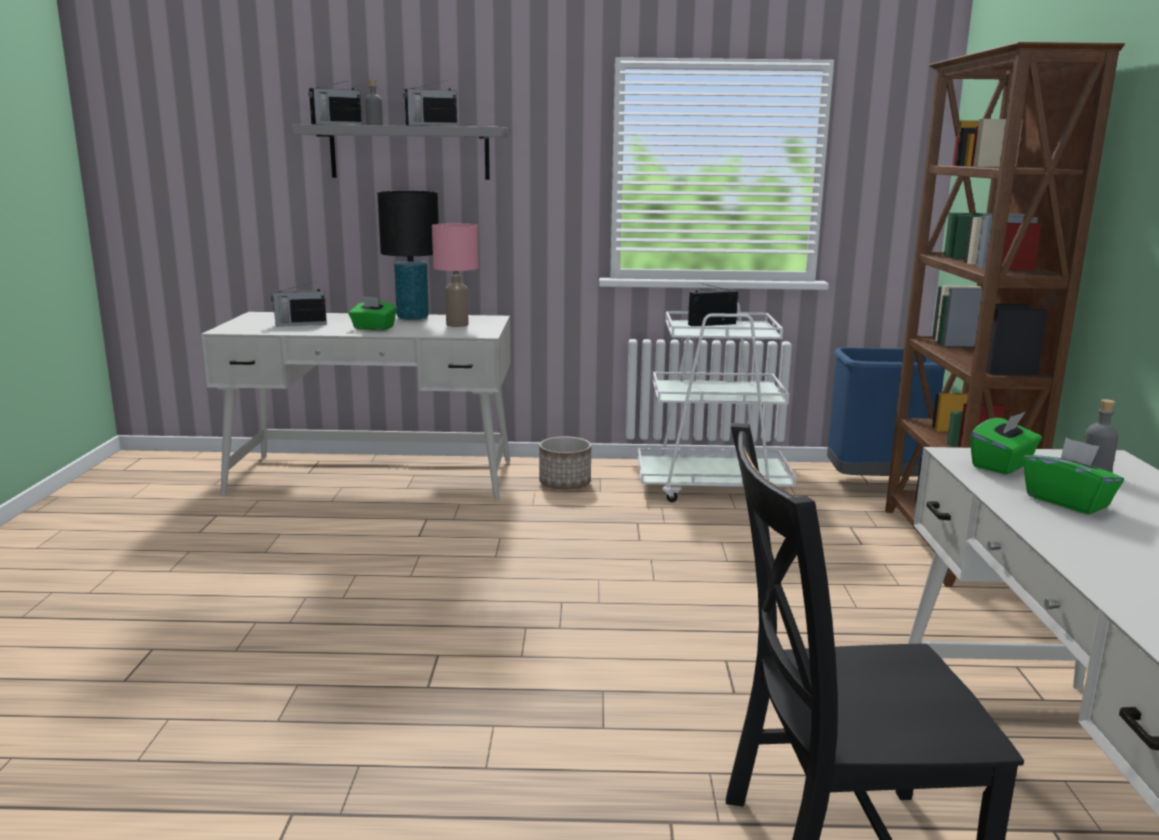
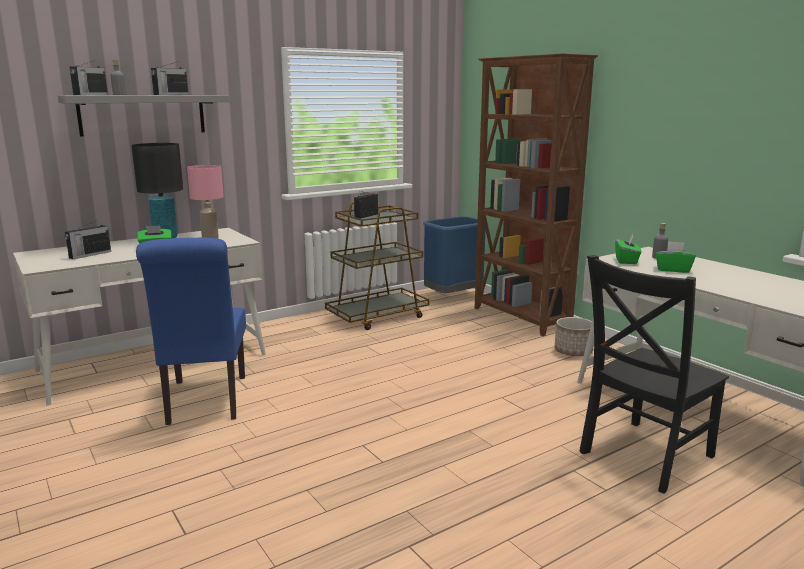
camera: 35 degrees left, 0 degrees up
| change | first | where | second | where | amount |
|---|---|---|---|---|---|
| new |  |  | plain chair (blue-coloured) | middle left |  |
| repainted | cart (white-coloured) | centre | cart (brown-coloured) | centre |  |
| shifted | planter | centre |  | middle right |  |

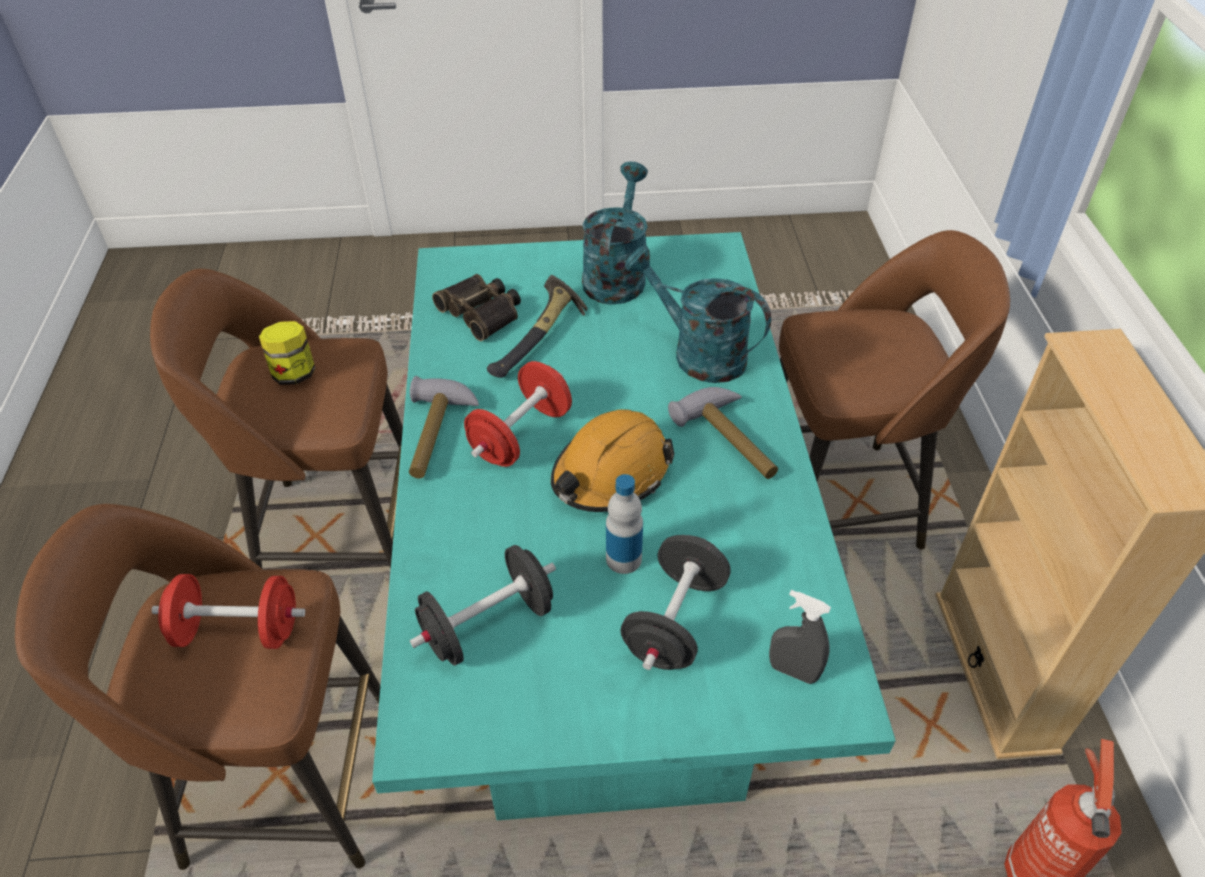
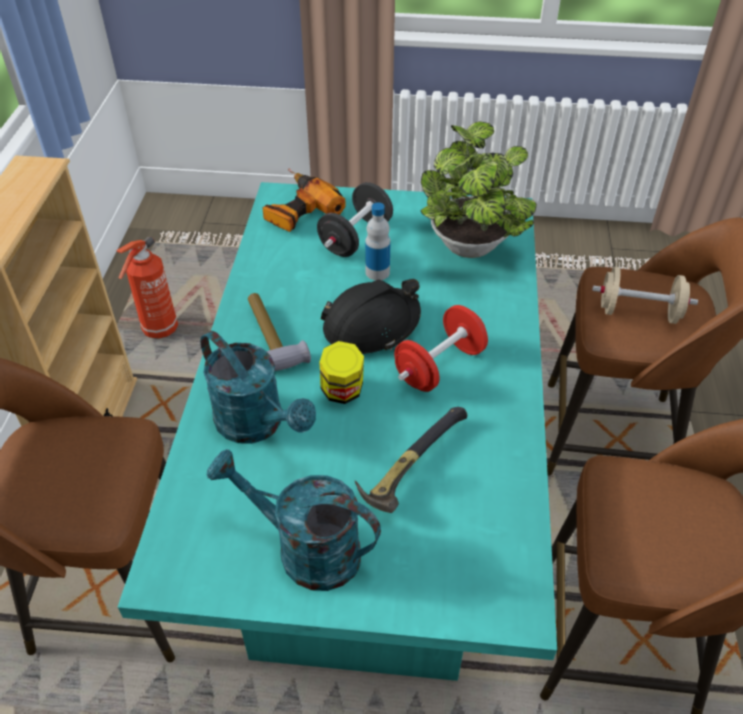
camera: 170 degrees left, 0 degrees up
| change | first | where | second | where | amount |
|---|---|---|---|---|---|
| rotated | watering pot (turquoise-coloured) (no. 1 from left in the first image) | top centre | watering pot (turquoise-coloured) (no. 2 from left) | bottom centre | 90 degrees clockwise |
| swapped | hand sprayer (gray) | bottom centre | power drill | top centre |  |
| shifted | preserve jar | middle left |  | centre |  |
| repainted | work helmet (orange-coloured) | centre | work helmet (blackish) | centre |  |
| swapped | free weight (blackish) (no. 1 from left) | bottom centre | plant in a pot | top centre |  |
| repainted | free weight (reddish) (no. 1 from left) | bottom left | free weight (sand-coloured) | middle right |  |
| gone | hammer (no. 1 from left) | centre |  |  |  |
| gone | pair of binoculars | centre |  |  |  |

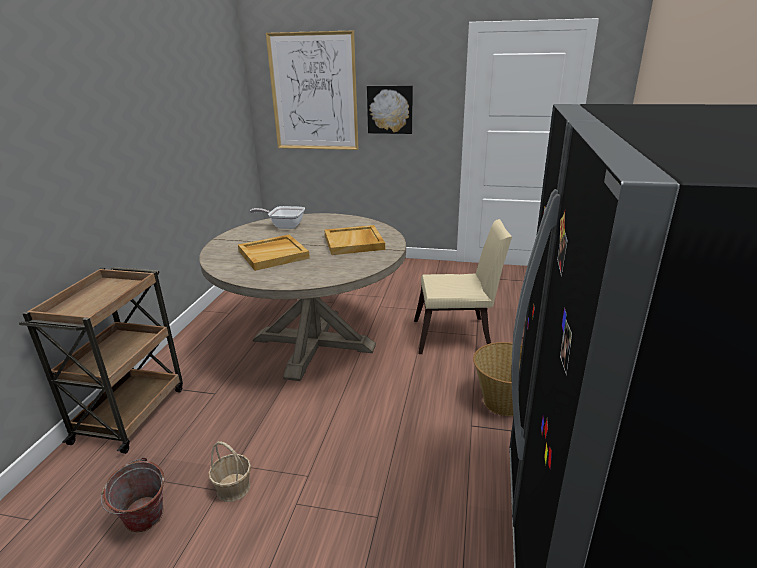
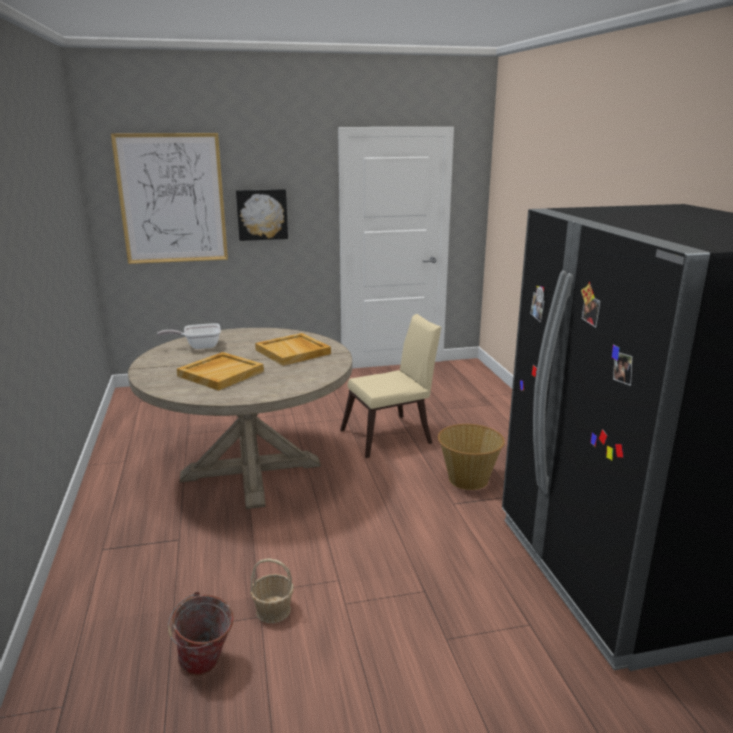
camera: 25 degrees left, 5 degrees down
| change | first | where | second | where | amount |
|---|---|---|---|---|---|
| gone | cart (brown-coloured) | middle left |  |  |  |

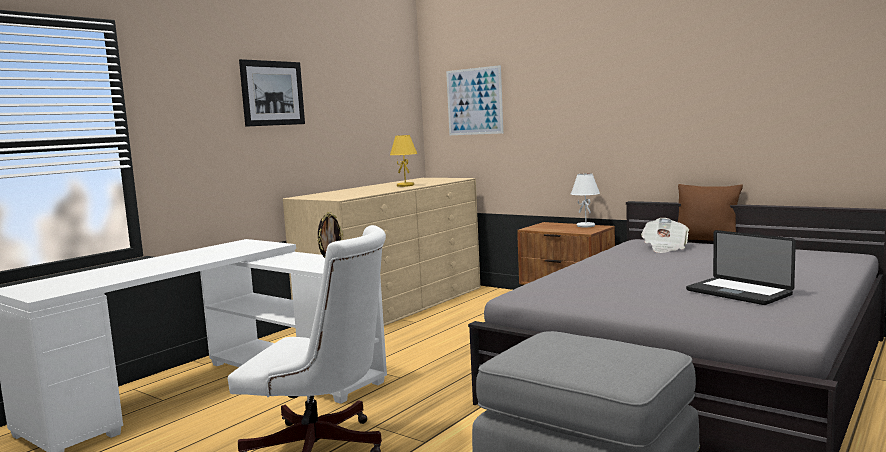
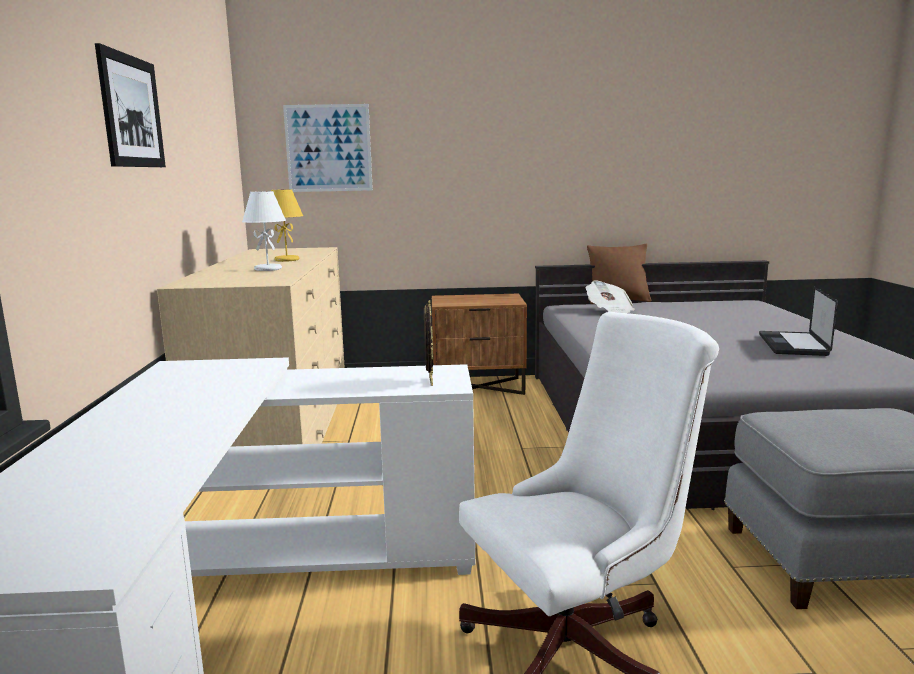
camera: 40 degrees left, 5 degrees up
| change | first | where | second | where | amount |
|---|---|---|---|---|---|
| shifted | table lamp (white-coloured) | centre |  | middle left |  |
| rotated | portable computer | middle right |  | middle right | 90 degrees clockwise |

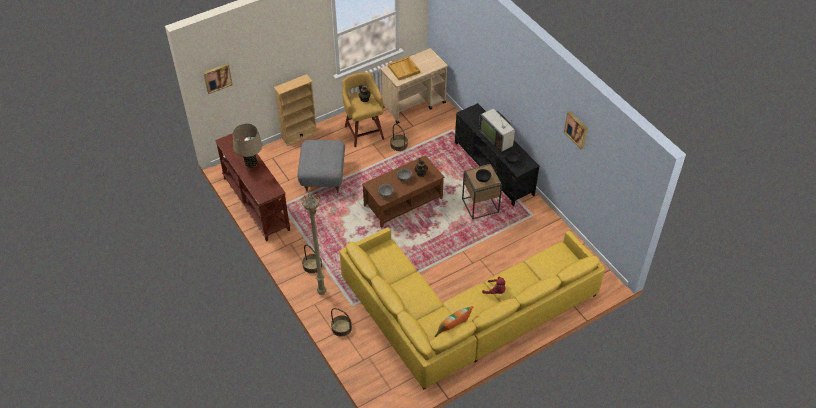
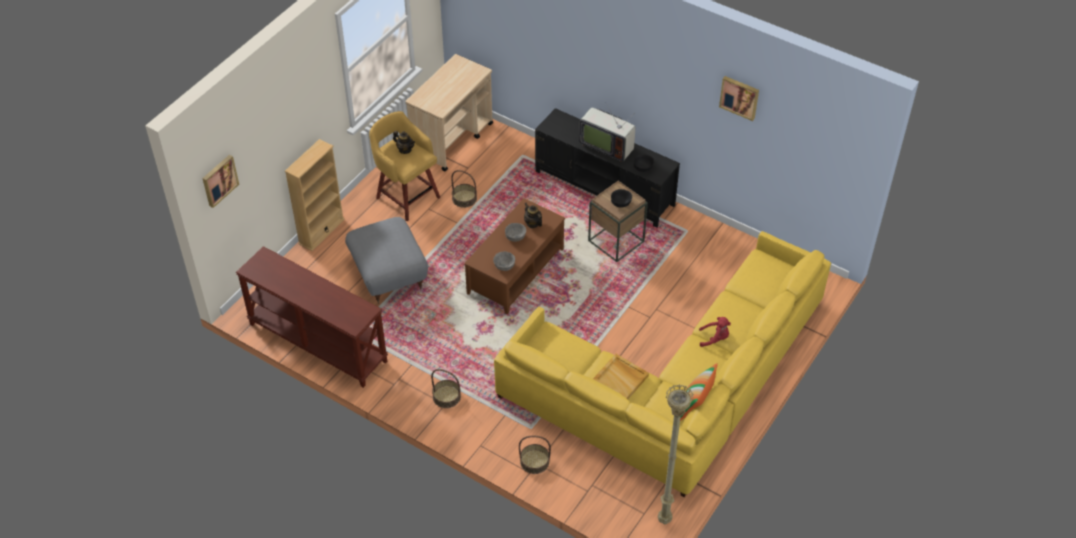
camera: 25 degrees left, 0 degrees up
| change | first | where | second | where | amount |
|---|---|---|---|---|---|
| shifted | serving tray (sand-coloured) | top centre |  | bottom centre |  |
| shifted | floor lamp (sand-coloured) | centre |  | bottom centre |  |
| gone | table lamp (sand-coloured) | middle left |  |  |  |

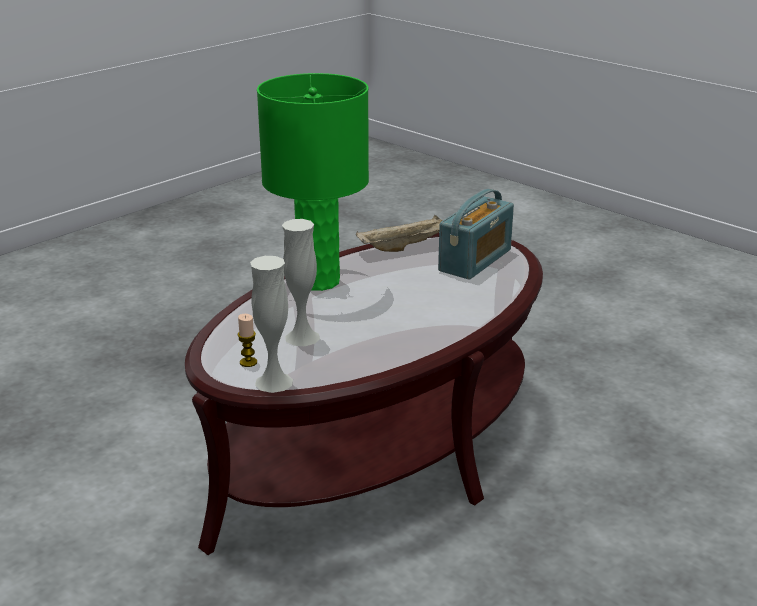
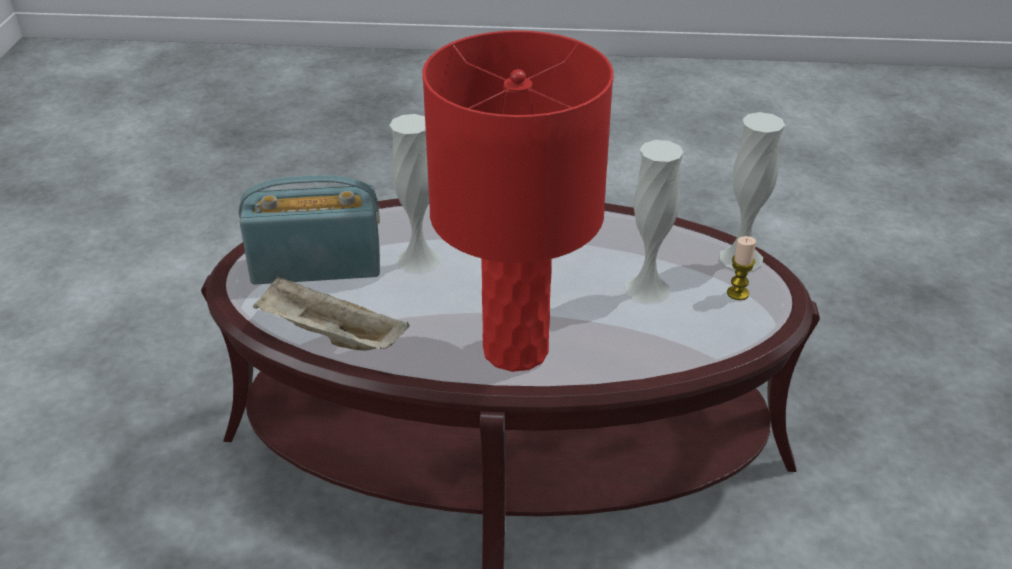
camera: 130 degrees left, 10 degrees up
| change | first | where | second | where | amount |
|---|---|---|---|---|---|
| new |  |  | flower vase (white-coloured) (no. 1 from left) | centre |  |
| repainted | table lamp (green-coloured) | top centre | table lamp (reddish) | centre |  |

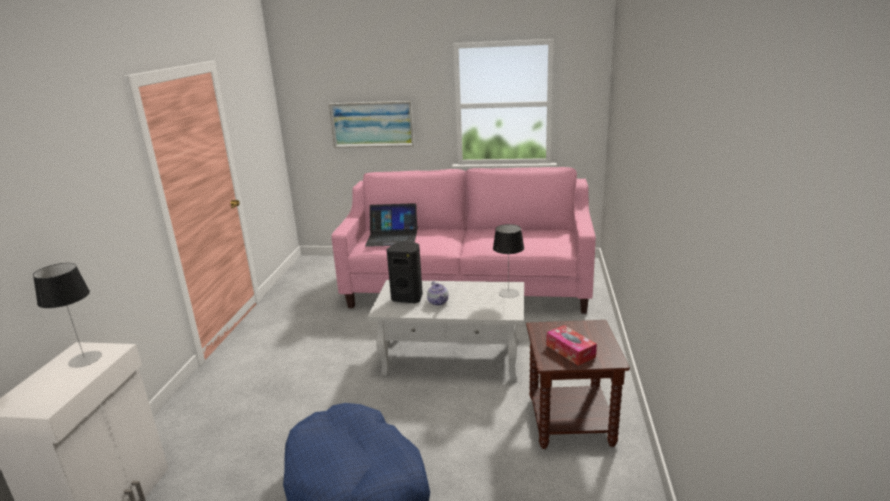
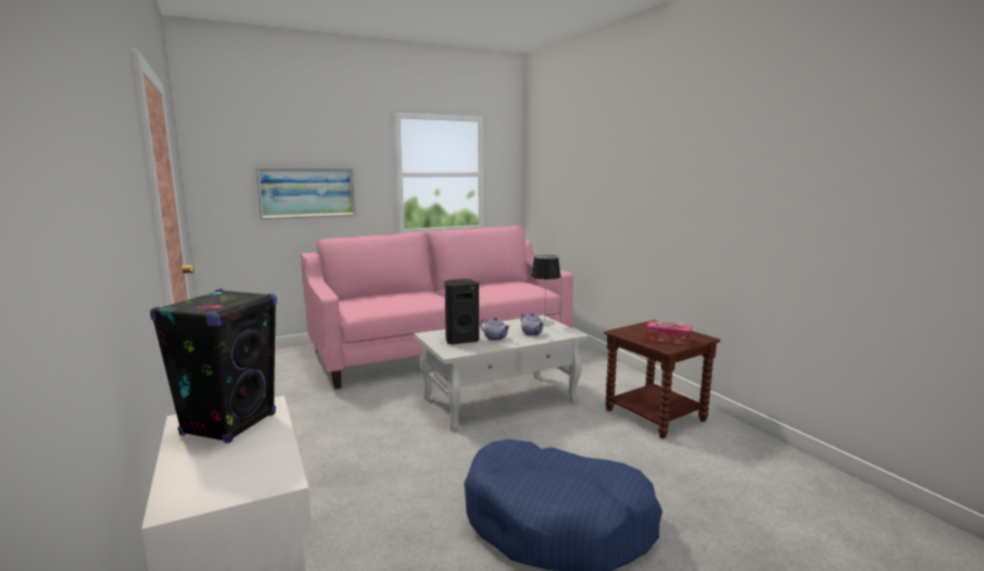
camera: 35 degrees left, 10 degrees down
| change | first | where | second | where | amount |
|---|---|---|---|---|---|
| swapped | table lamp (no. 1 from left) | middle left | loudspeaker (blackish) (no. 1 from left) | middle left |  |
| new |  |  | pot for tea (no. 2 from left) | centre |  |
| gone | portable computer | centre |  |  |  |

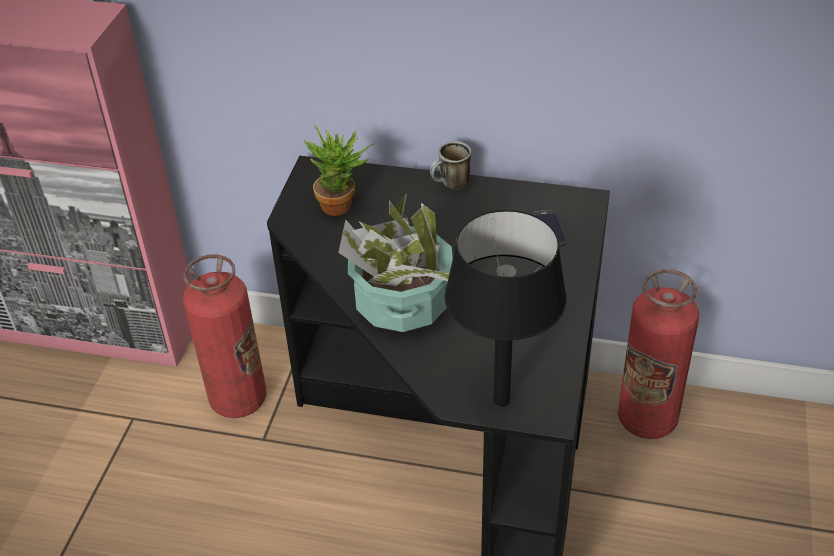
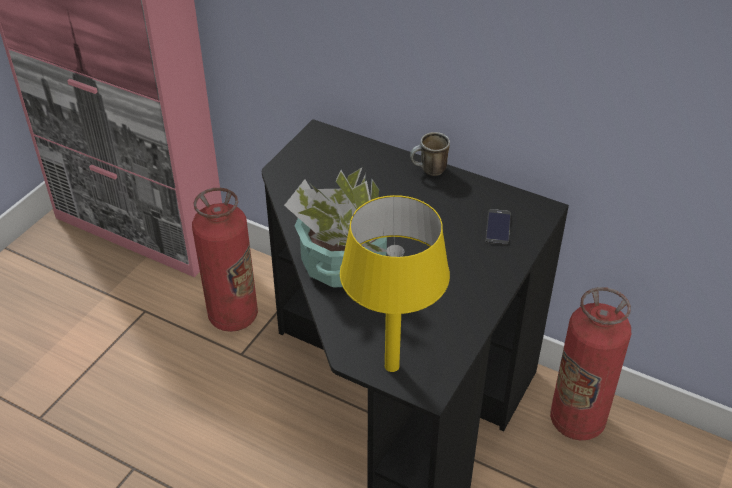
camera: 15 degrees right, 0 degrees up
| change | first | where | second | where | amount |
|---|---|---|---|---|---|
| repainted | table lamp (blackish) | centre | table lamp (yellowish) | centre |  |
| gone | plant in a pot (no. 1 from left) | top centre |  |  |  |

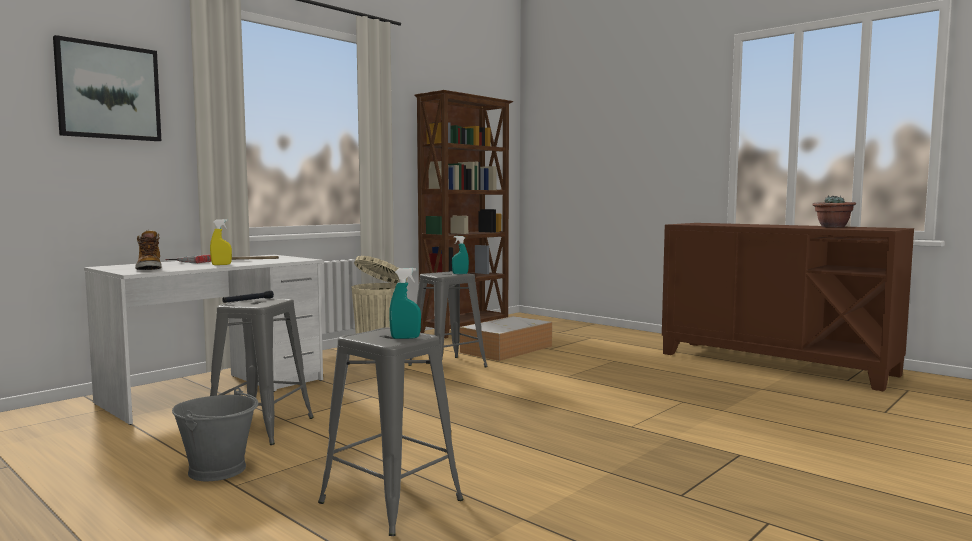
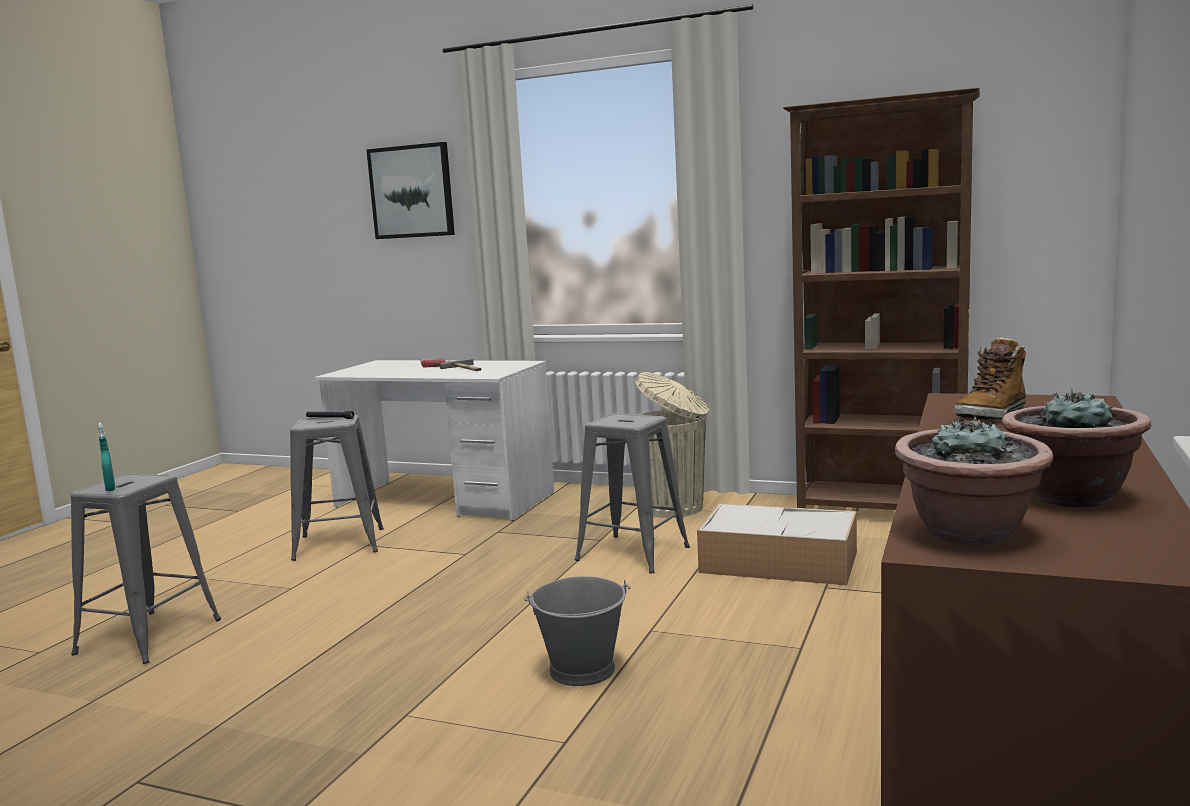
camera: 70 degrees right, 5 degrees up
| change | first | where | second | where | amount |
|---|---|---|---|---|---|
| shifted | pail (gray) | bottom left |  | bottom centre |  |
| new |  |  | plant in a pot (no. 1 from left) | middle right |  |
| shifted | high-top boot | middle left |  | middle right |  |
| gone | hand sprayer (yellowish) | middle left |  |  |  |
| gone | hand sprayer (turquoise-coloured) (no. 2 from left) | centre |  |  |  |

